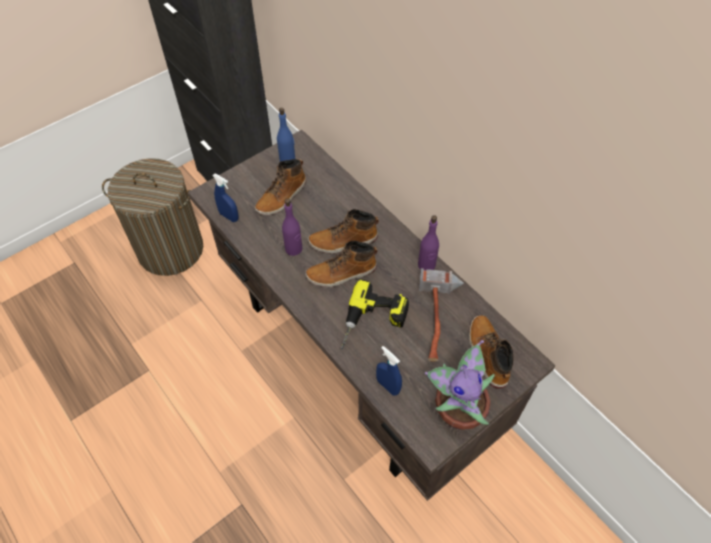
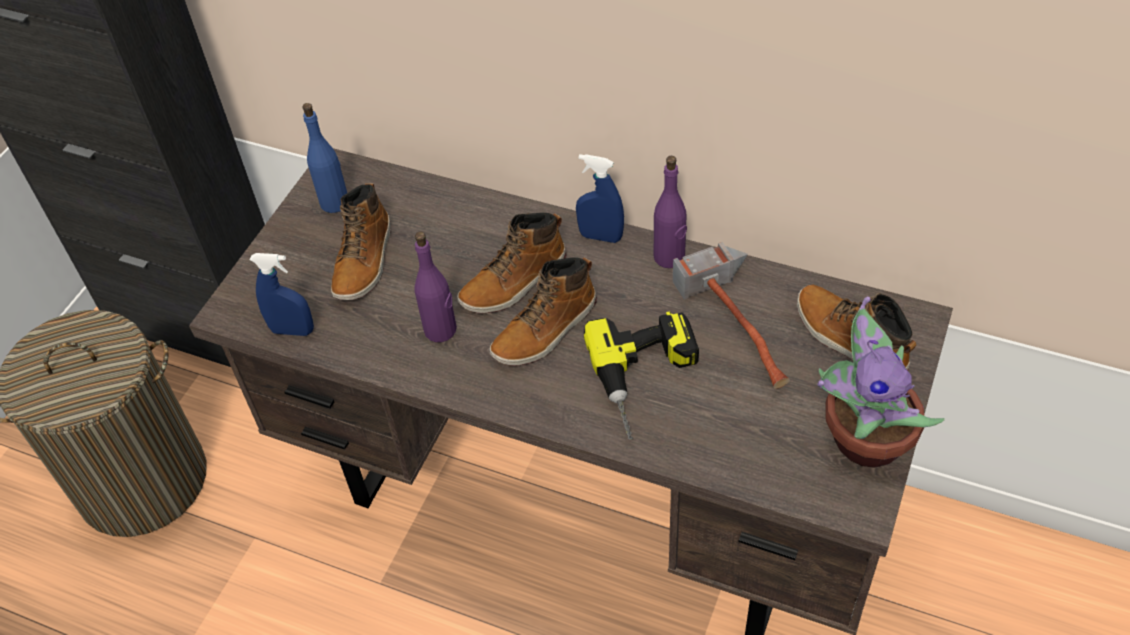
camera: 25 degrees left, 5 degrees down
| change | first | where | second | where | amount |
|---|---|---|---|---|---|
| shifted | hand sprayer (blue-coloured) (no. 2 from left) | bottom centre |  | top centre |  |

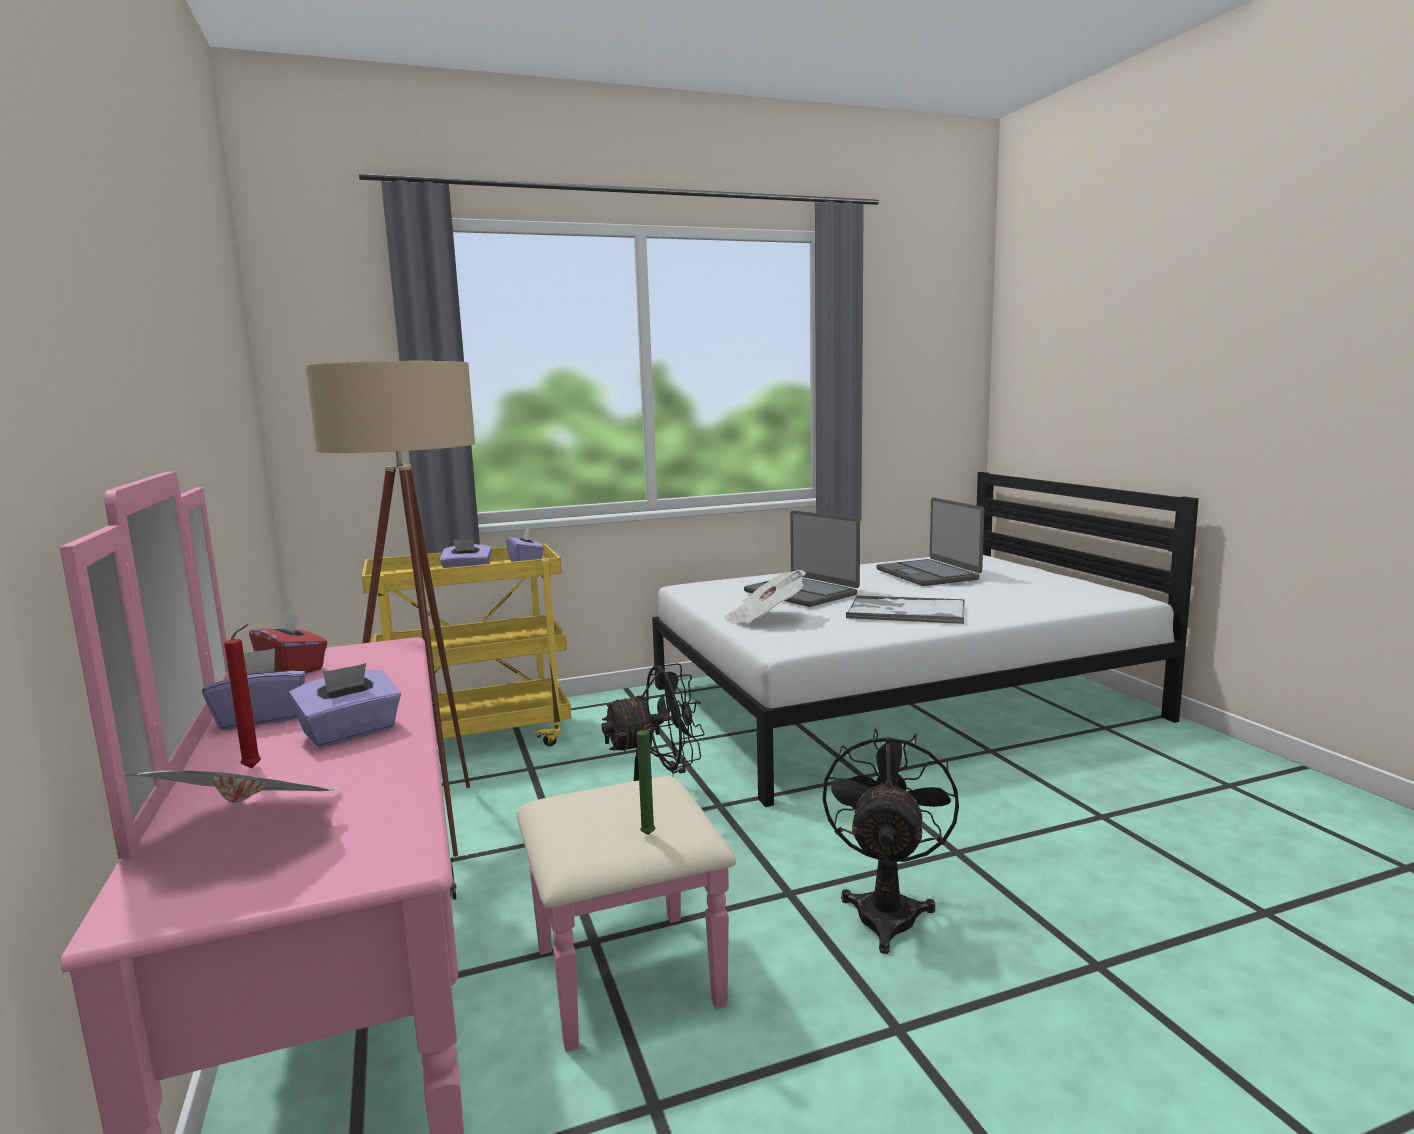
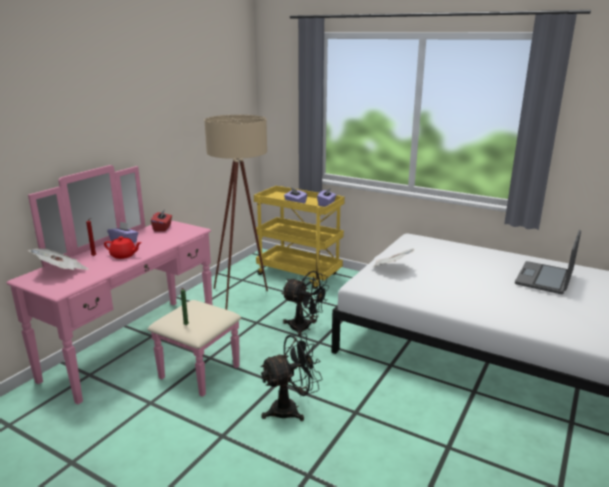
camera: 50 degrees right, 10 degrees up
| change | first | where | second | where | amount |
|---|---|---|---|---|---|
| swapped | tissue holder (purple) (no. 2 from left) | middle left | pot for tea (reddish) | middle left |  |
| gone | portable computer (no. 1 from left) | centre |  |  |  |
| gone | serving tray | centre |  |  |  |

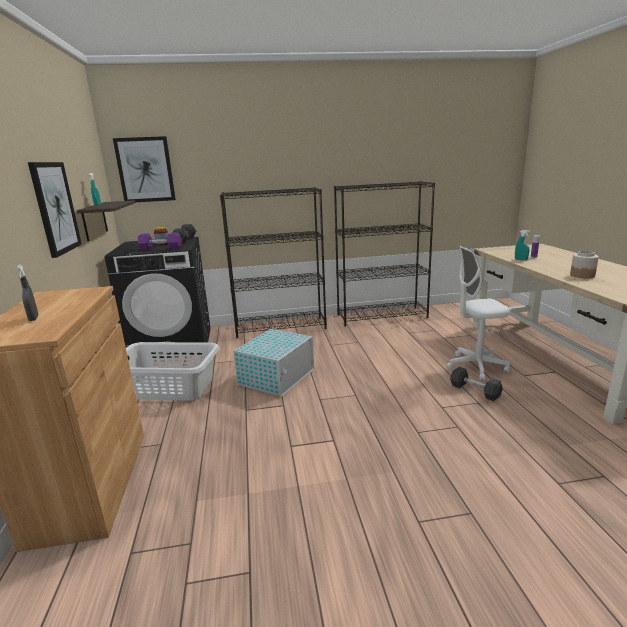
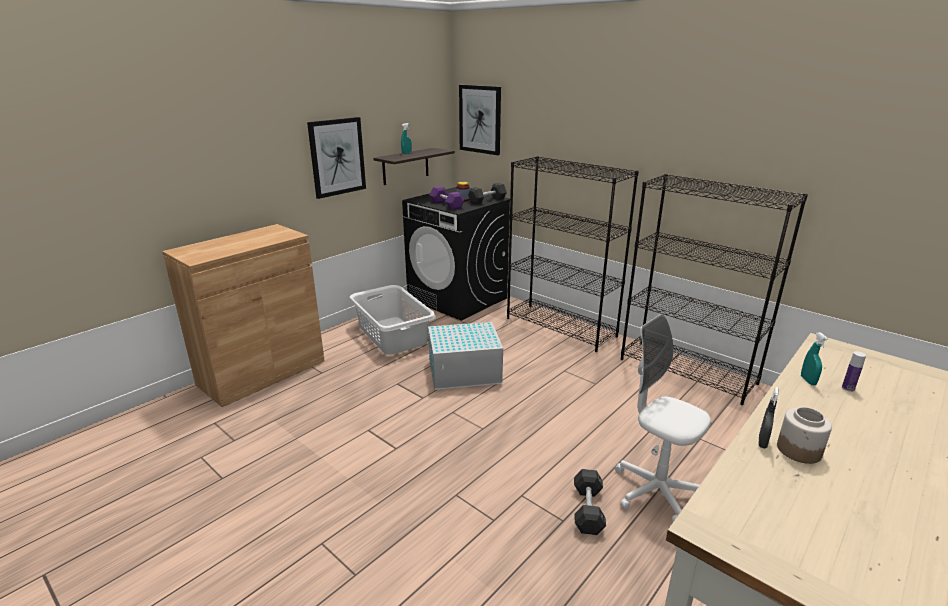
camera: 50 degrees right, 5 degrees up
| change | first | where | second | where | amount |
|---|---|---|---|---|---|
| shifted | hand sprayer (gray) | middle left |  | bottom right |  |

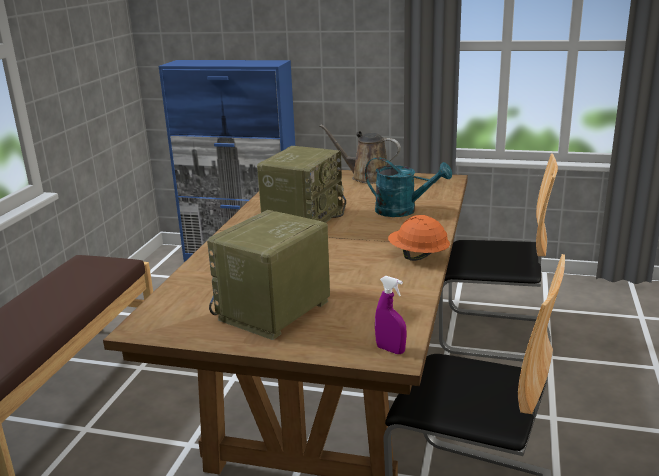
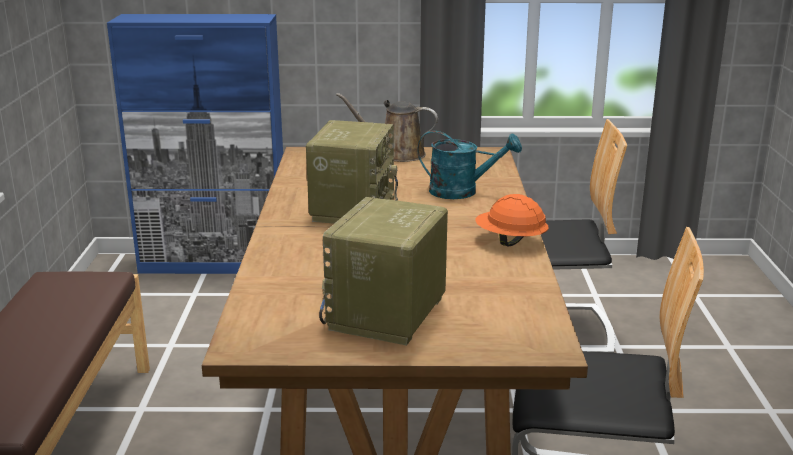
camera: 15 degrees left, 0 degrees up
| change | first | where | second | where | amount |
|---|---|---|---|---|---|
| gone | hand sprayer (purple) | centre |  |  |  |

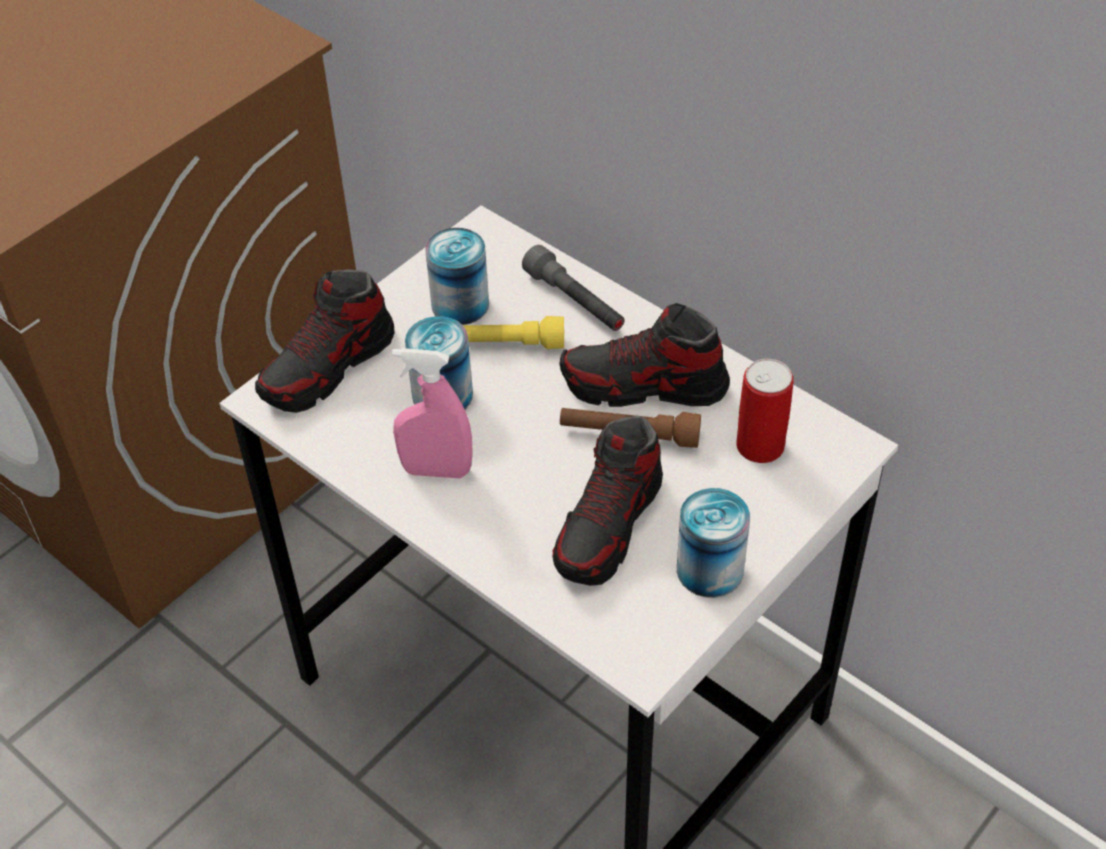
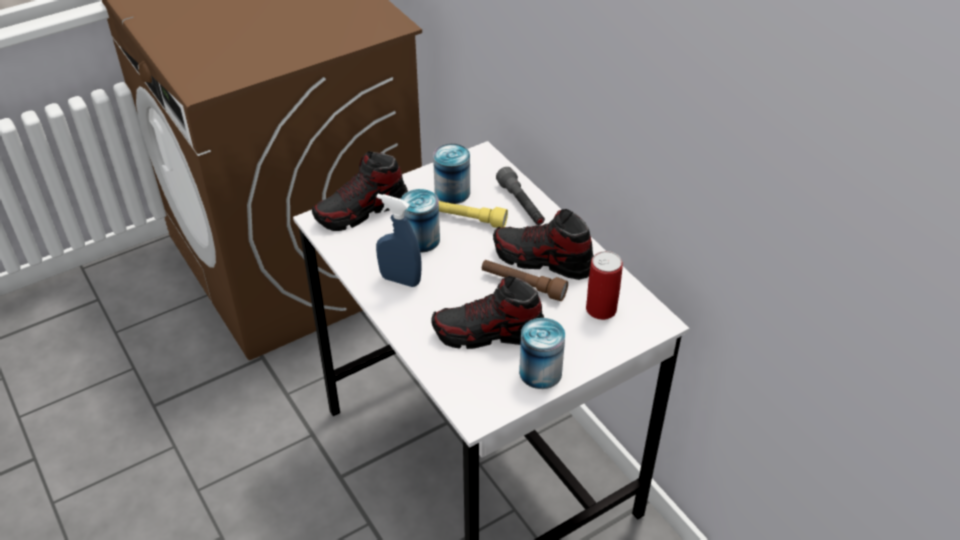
camera: 15 degrees right, 5 degrees down
| change | first | where | second | where | amount |
|---|---|---|---|---|---|
| repainted | hand sprayer (pink-coloured) | centre | hand sprayer (blue-coloured) | centre |  |
| rotated | low shoe (no. 2 from left) | centre |  | centre | 45 degrees clockwise |

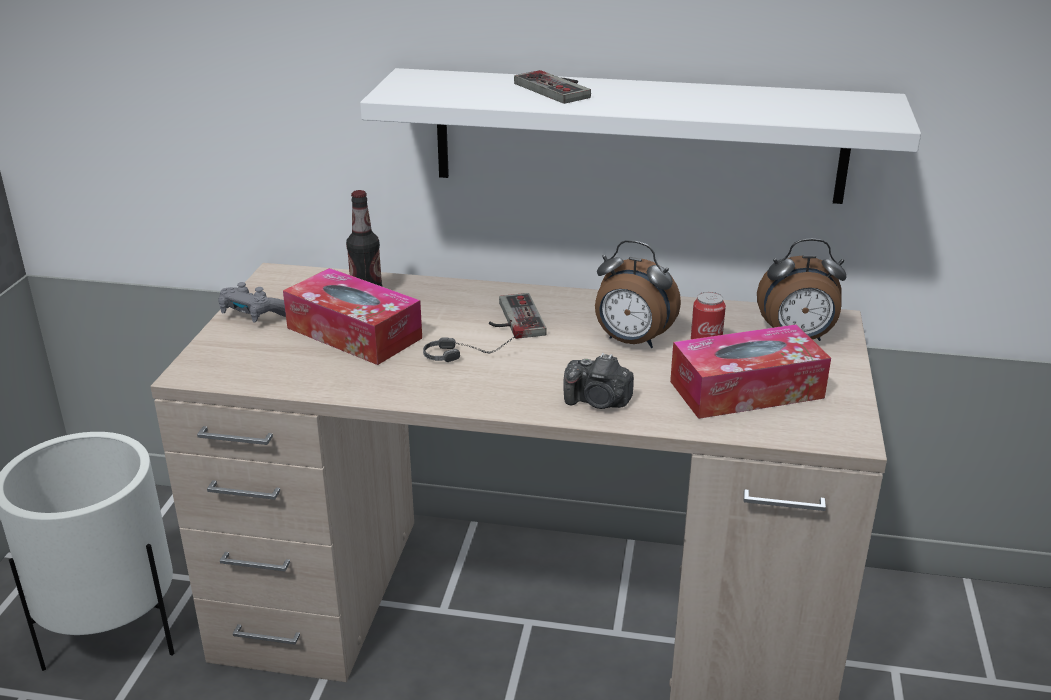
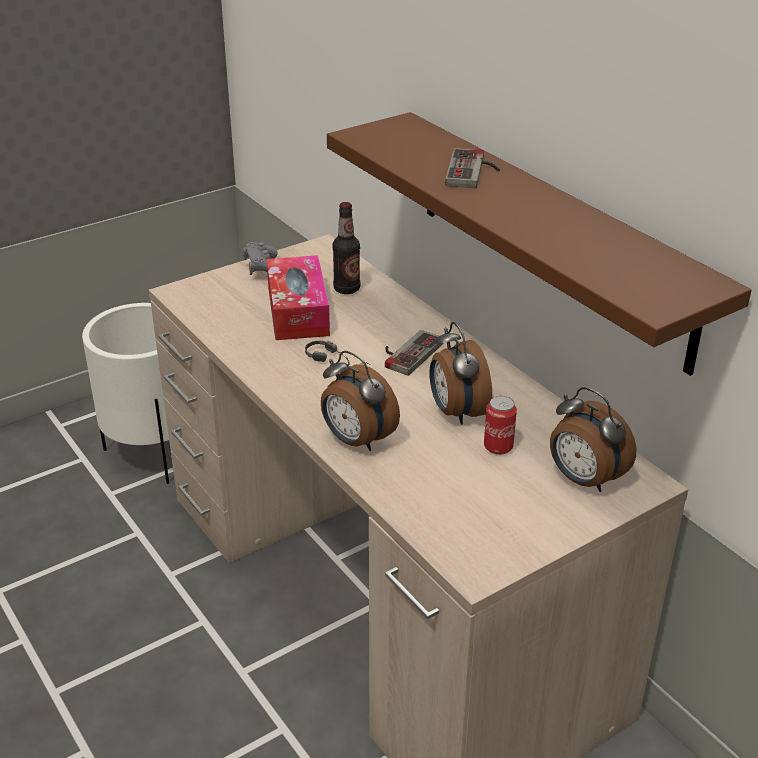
camera: 45 degrees right, 5 degrees up
| change | first | where | second | where | amount |
|---|---|---|---|---|---|
| swapped | photo camera | centre | bedside clock (no. 1 from left) | centre |  |
| repainted | wall shelf (white-coloured) | top centre | wall shelf (brown-coloured) | top right |  |
| gone | tissue holder (no. 2 from left) | middle right |  |  |  |

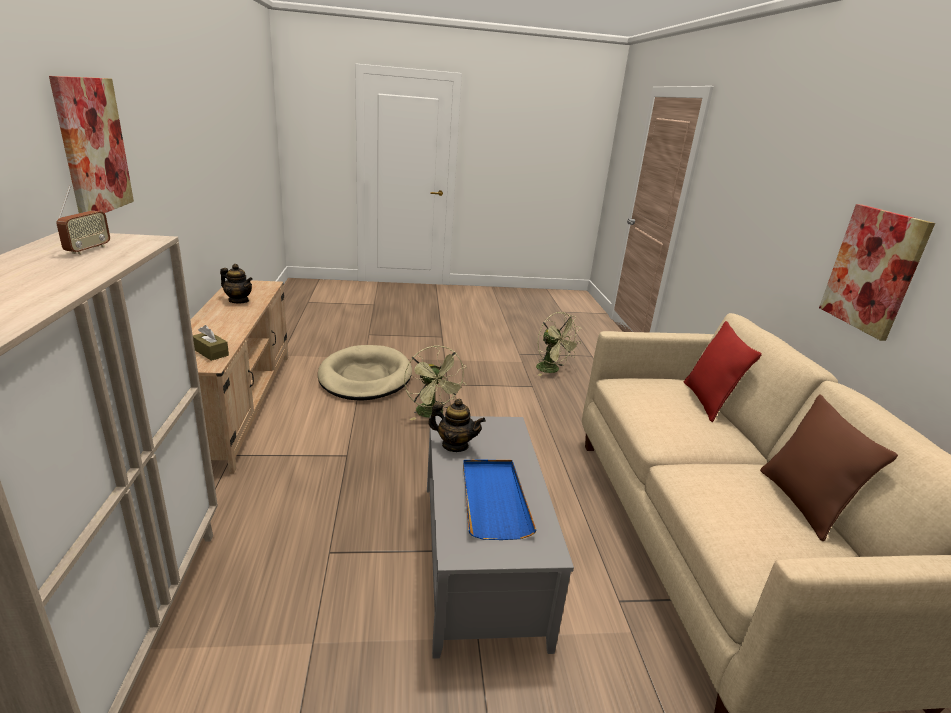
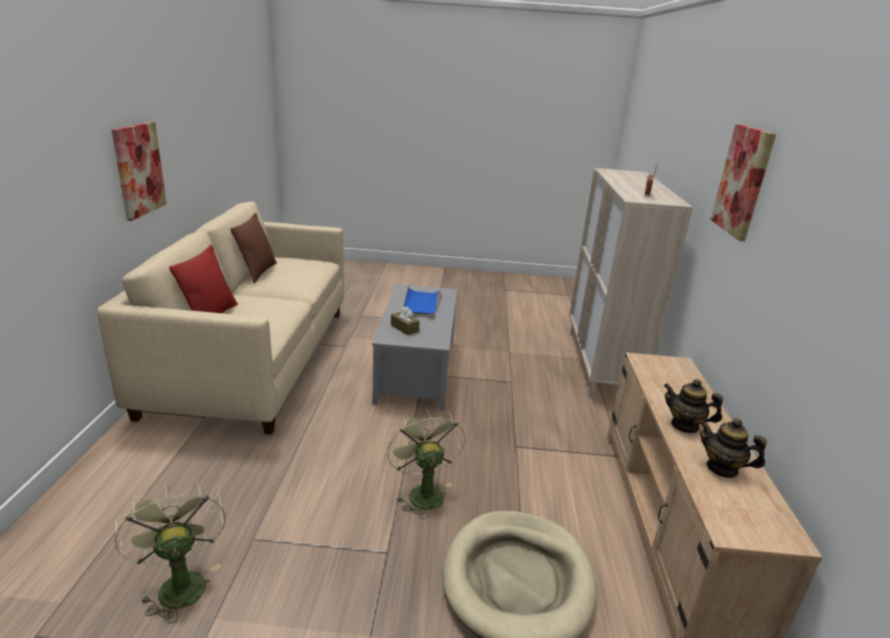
camera: 170 degrees left, 0 degrees up
| change | first | where | second | where | amount |
|---|---|---|---|---|---|
| shifted | tissue holder (brown-coloured) | middle left |  | centre |  |
| shifted | pot for tea (no. 2 from left in the first image) | centre | pot for tea (no. 1 from left) | middle right |  |

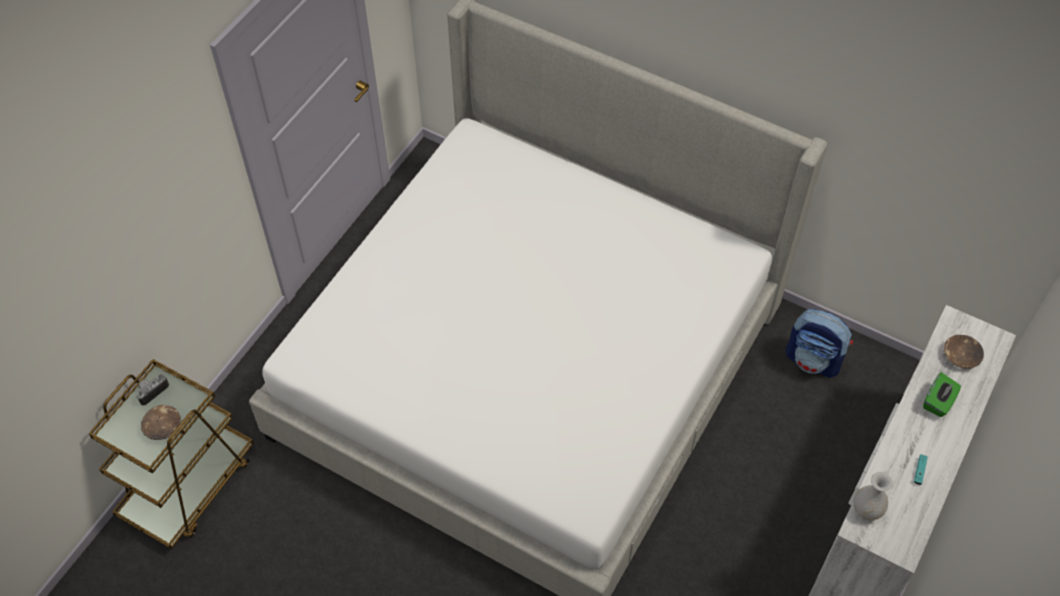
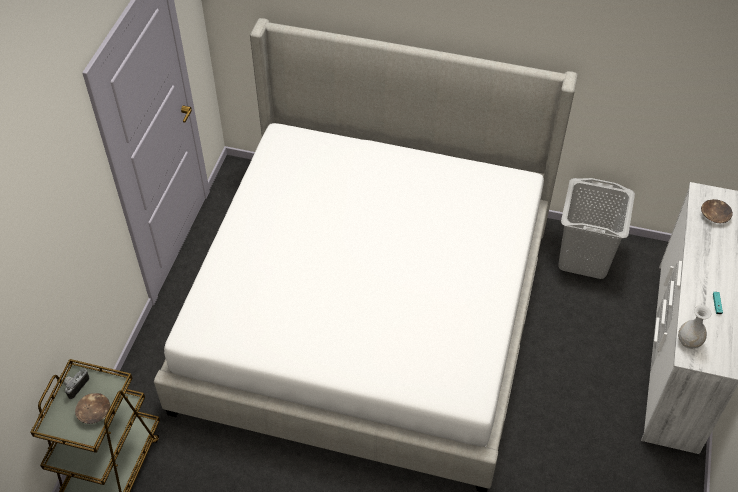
camera: 15 degrees left, 5 degrees down
| change | first | where | second | where | amount |
|---|---|---|---|---|---|
| swapped | rucksack | middle right | washing basket (gray) | middle right |  |
| gone | tissue holder (green-coloured) | middle right |  |  |  |

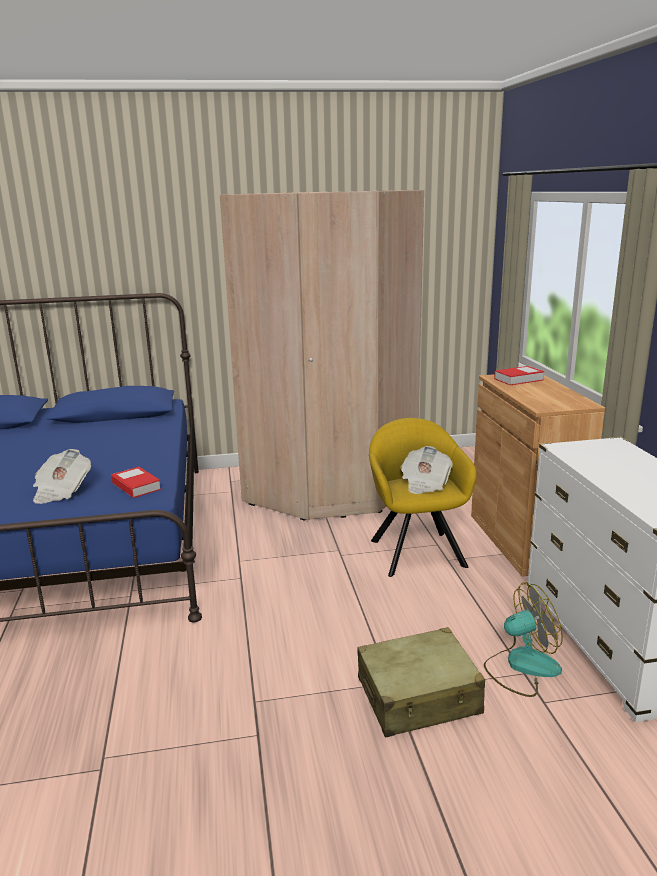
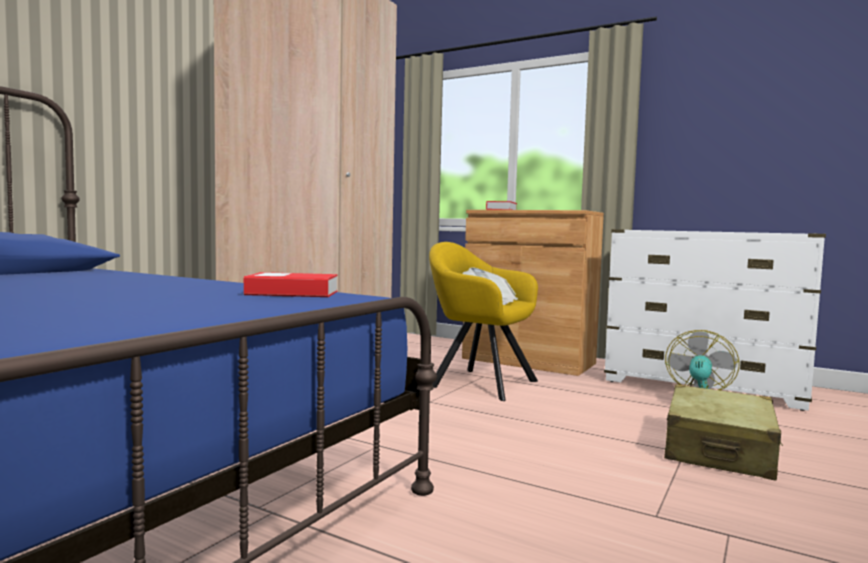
camera: 50 degrees left, 15 degrees down
| change | first | where | second | where | amount |
|---|---|---|---|---|---|
| gone | daily paper (no. 1 from left) | middle left |  |  |  |

